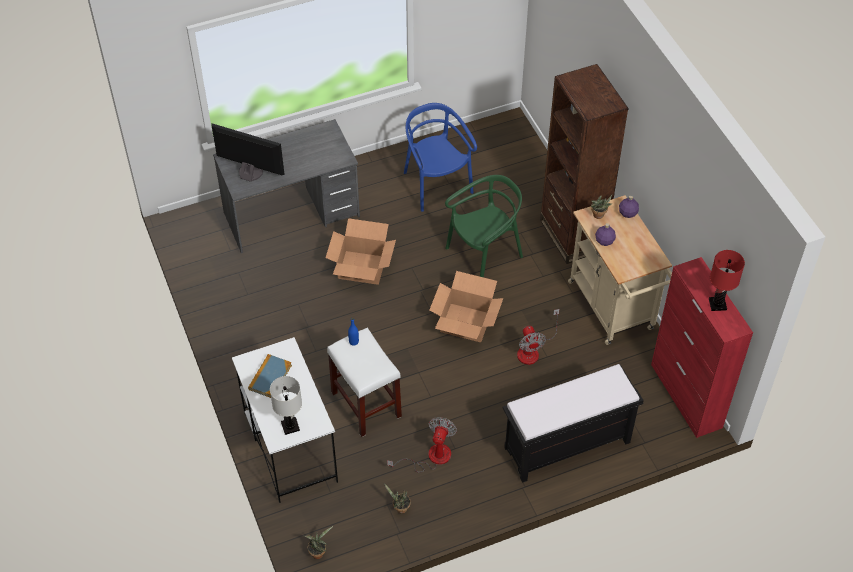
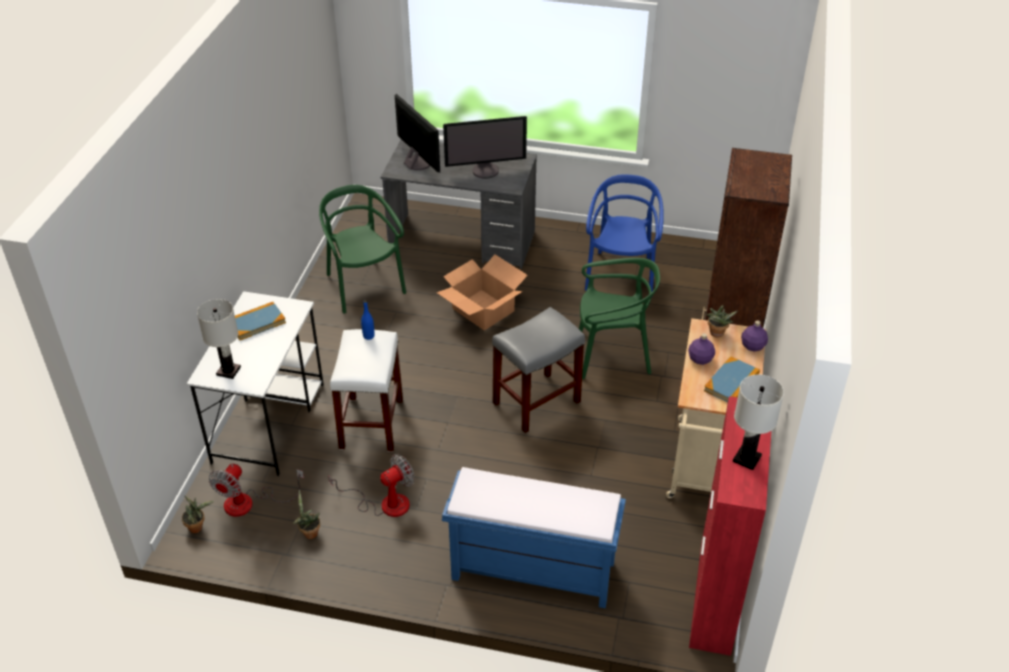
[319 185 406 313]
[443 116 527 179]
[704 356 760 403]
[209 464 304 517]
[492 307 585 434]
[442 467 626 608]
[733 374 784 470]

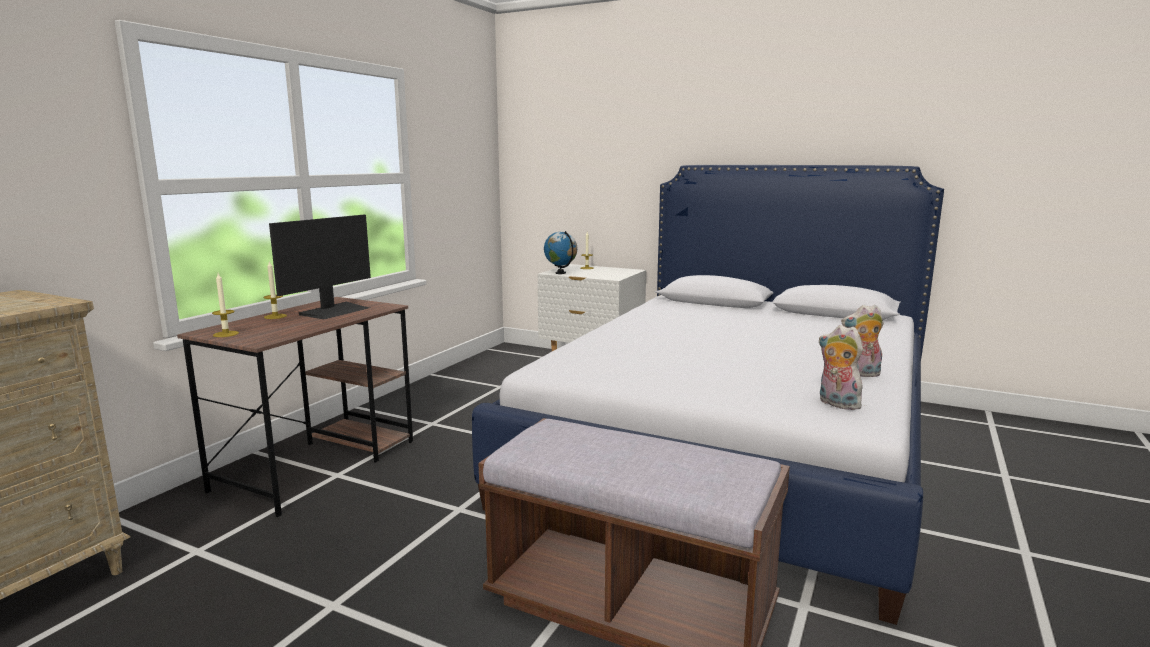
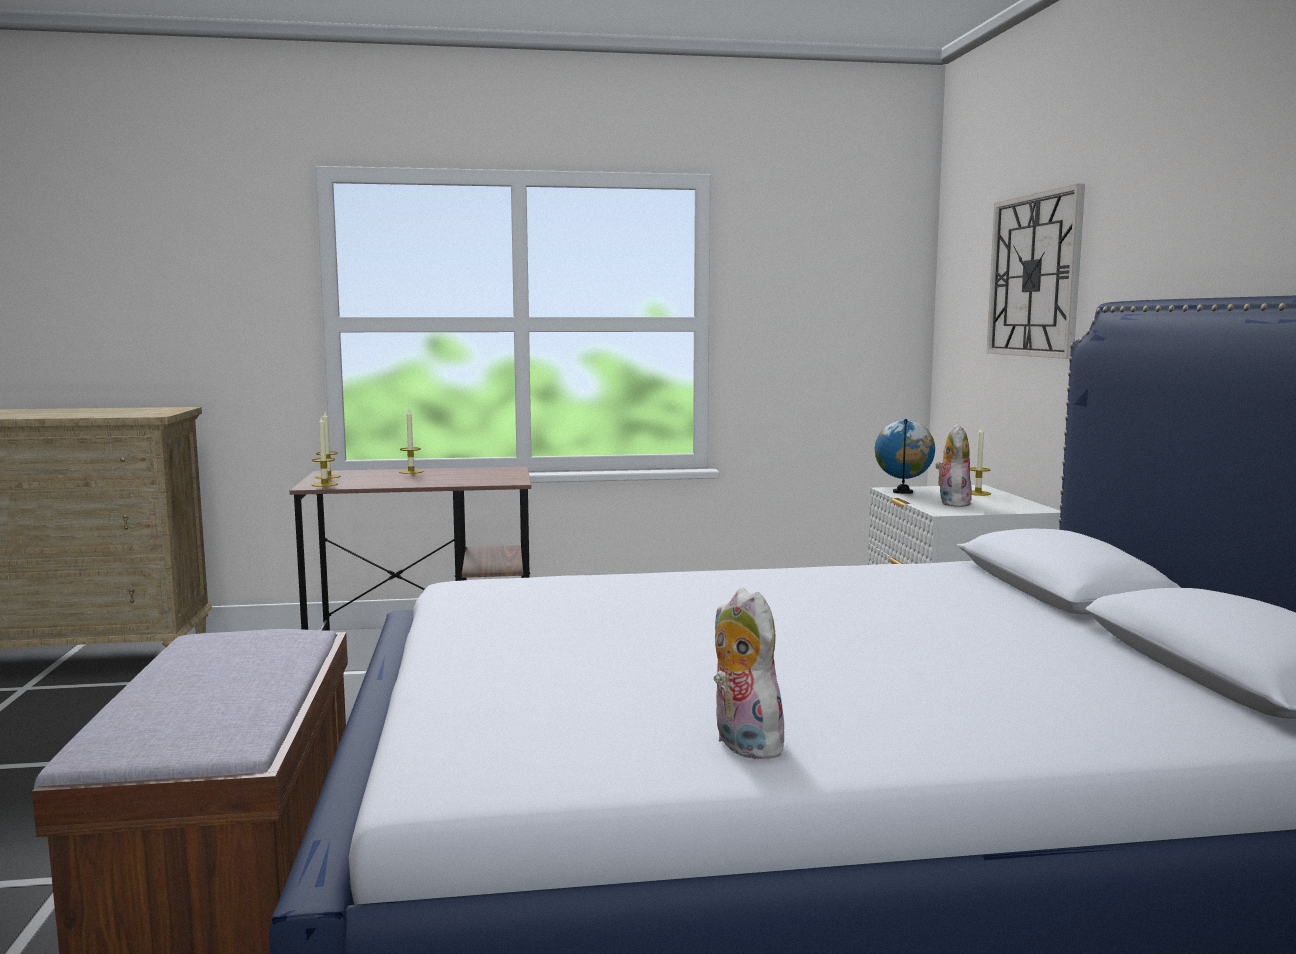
[269 215 371 319] (first image)
[311 415 338 487]
[987 184 1085 359]
[935 424 972 507]

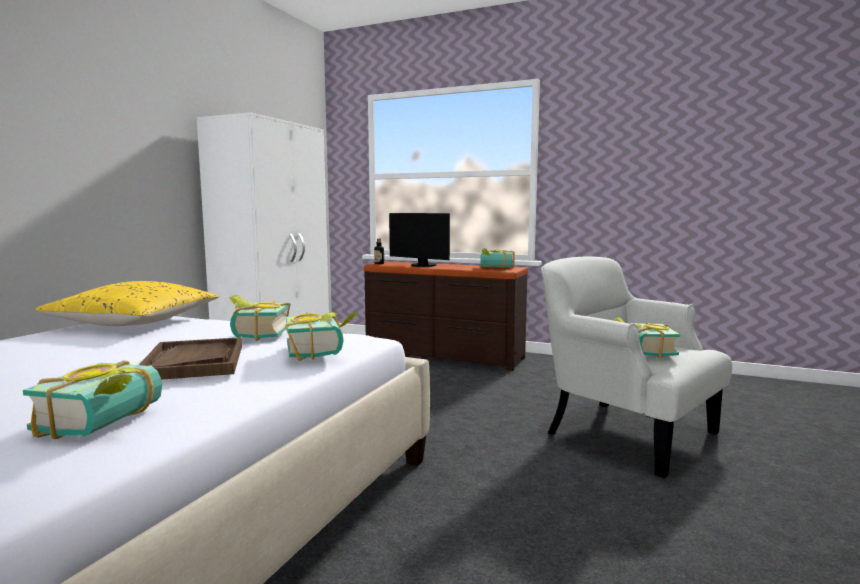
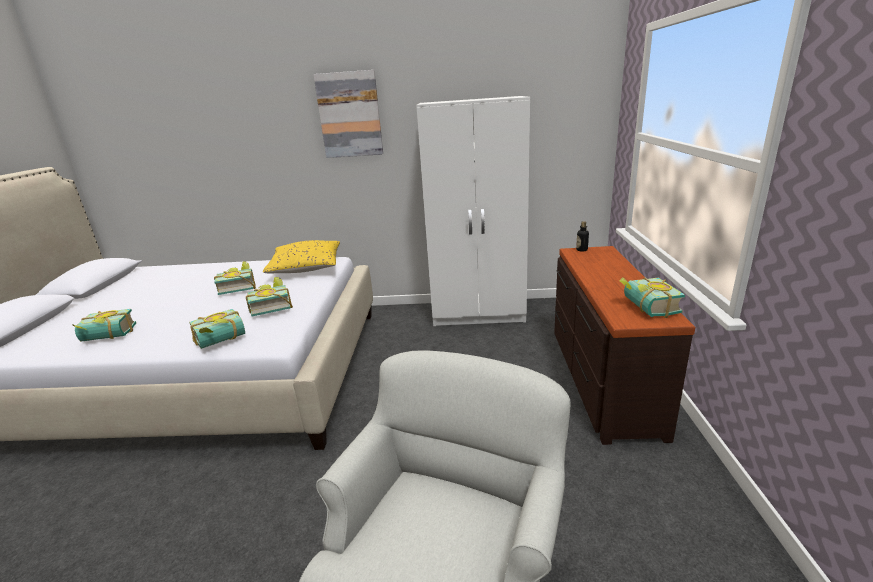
[139 337 242 380] (first image)
[389 213 450 267] (first image)
[313 70 383 158]
[214 261 256 295]

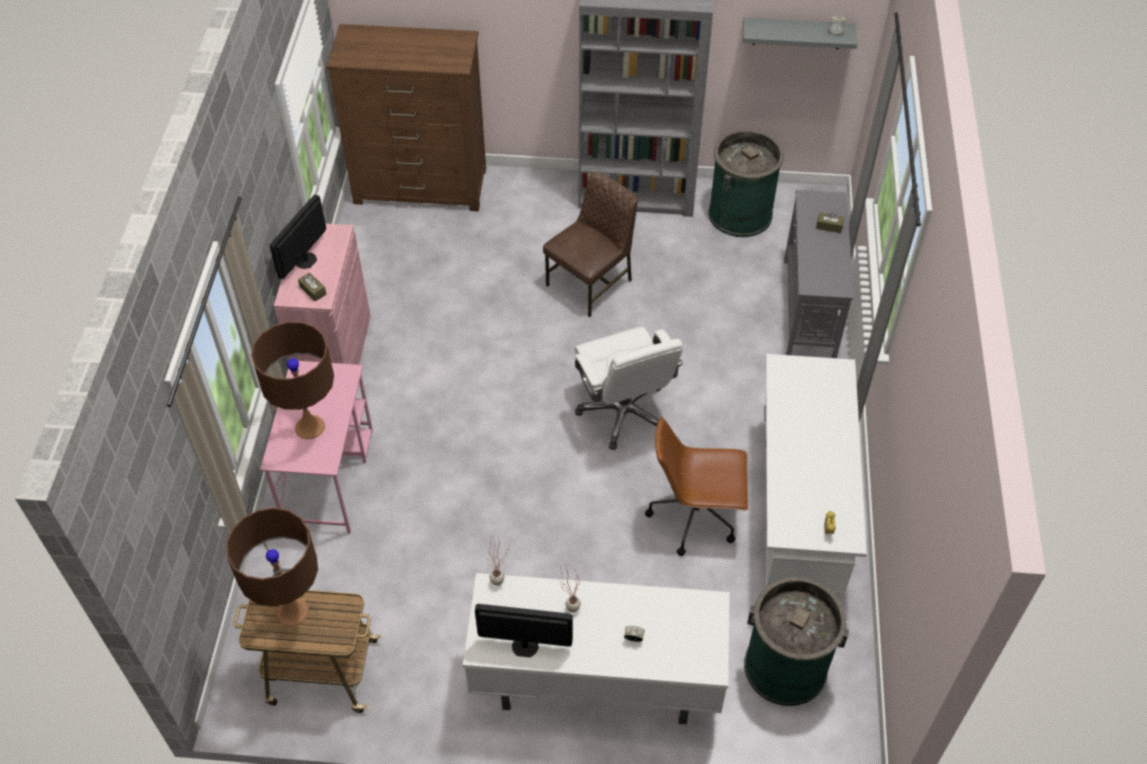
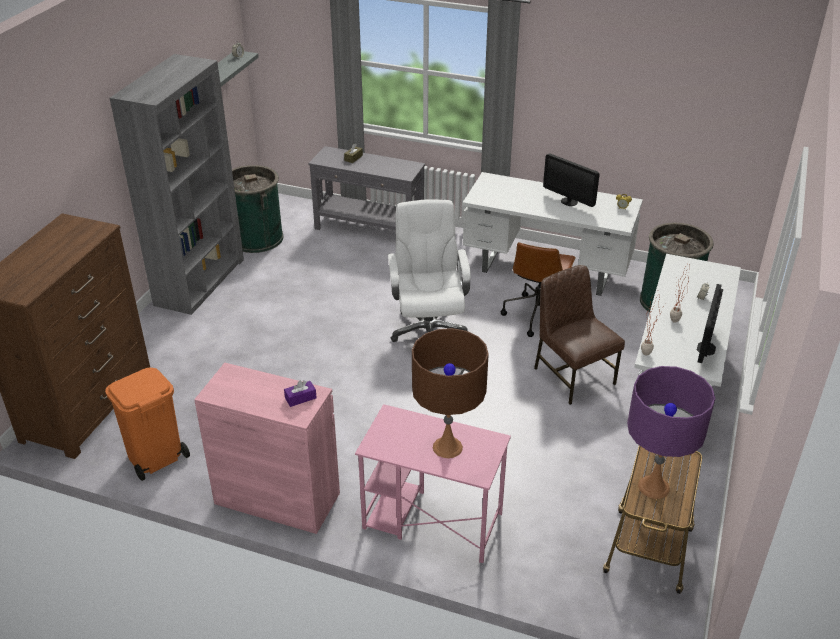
[105 368 190 481]
[543 153 600 207]
[534 265 625 405]
[627 366 715 499]
[284 380 317 407]
[388 200 471 342]

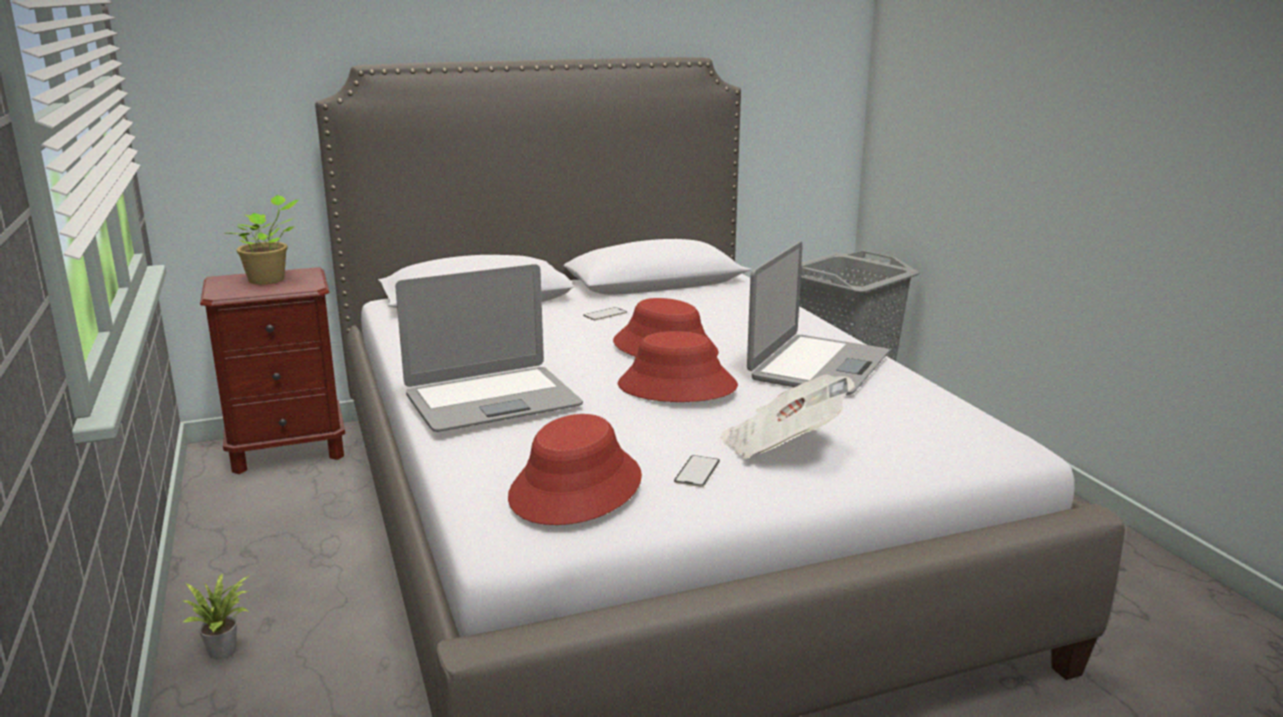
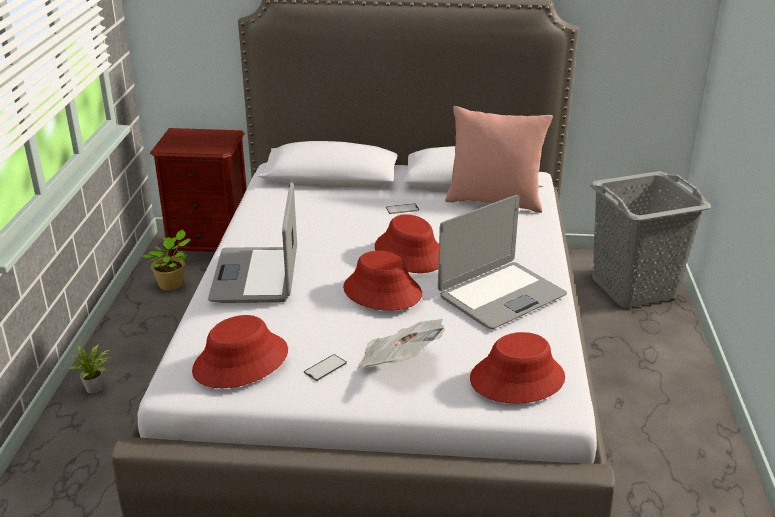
[445 106 553 213]
[470 332 565 404]
[142 230 191 291]
[208 182 297 303]

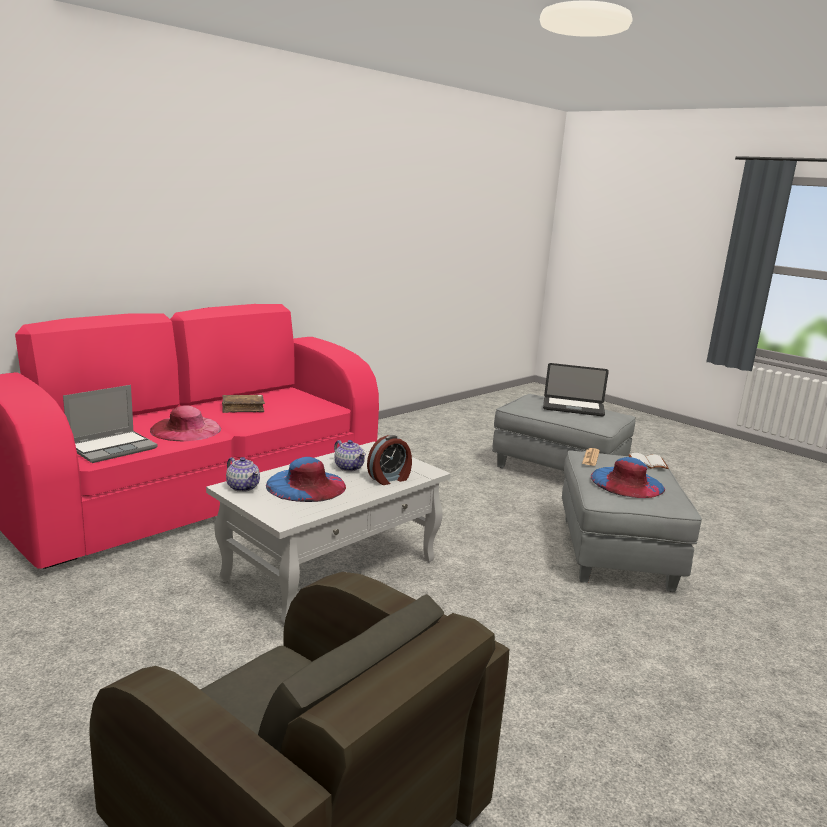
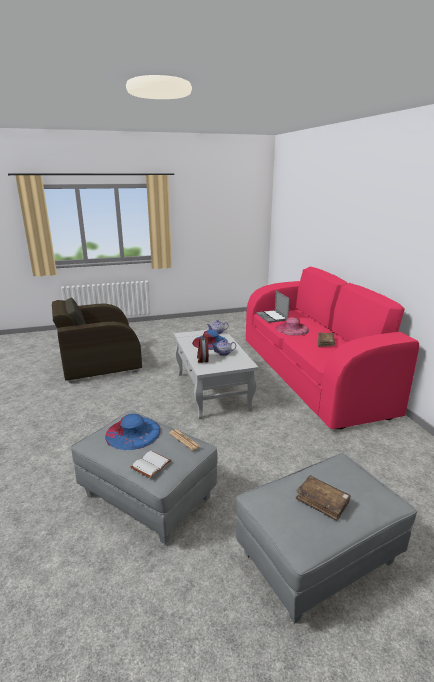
[296 475 350 521]

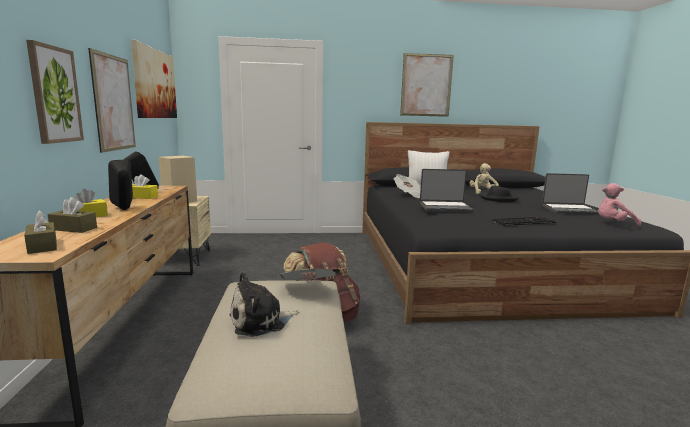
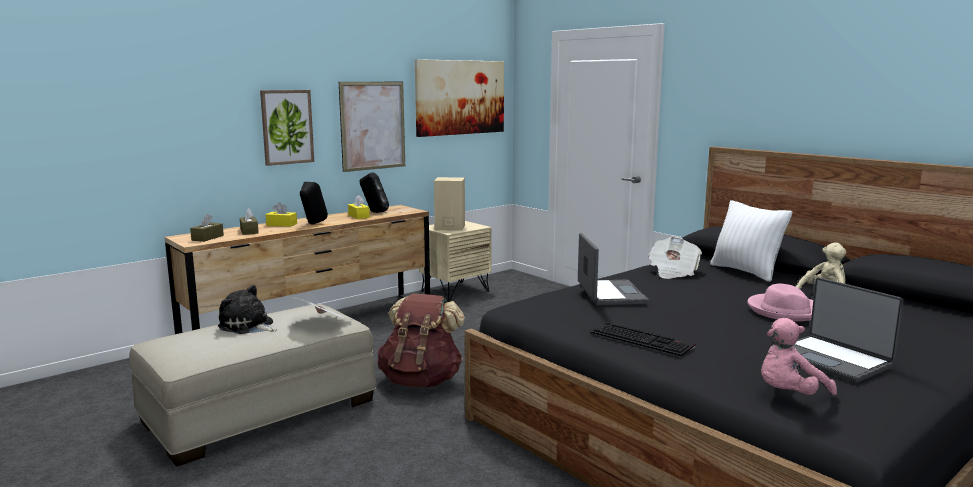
[400 53 454 117] (first image)
[747 284 813 321]
[578 233 649 306]
[761 318 837 395]

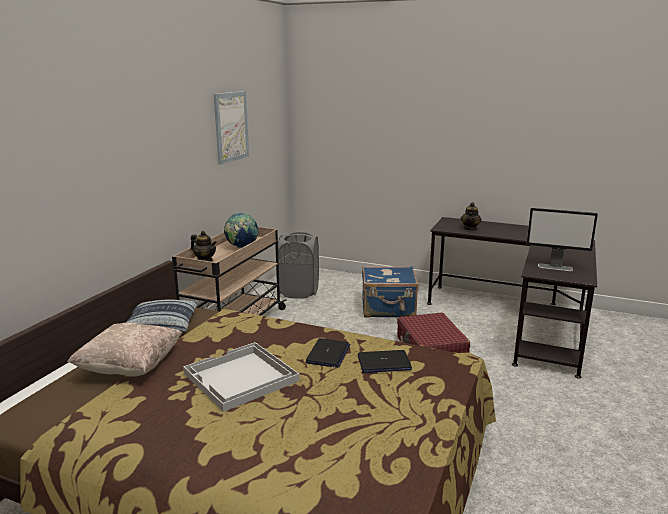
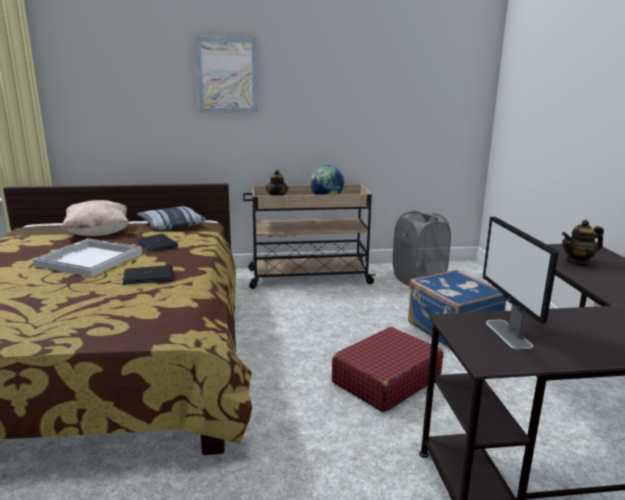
[195 36 258 113]
[136 234 179 252]

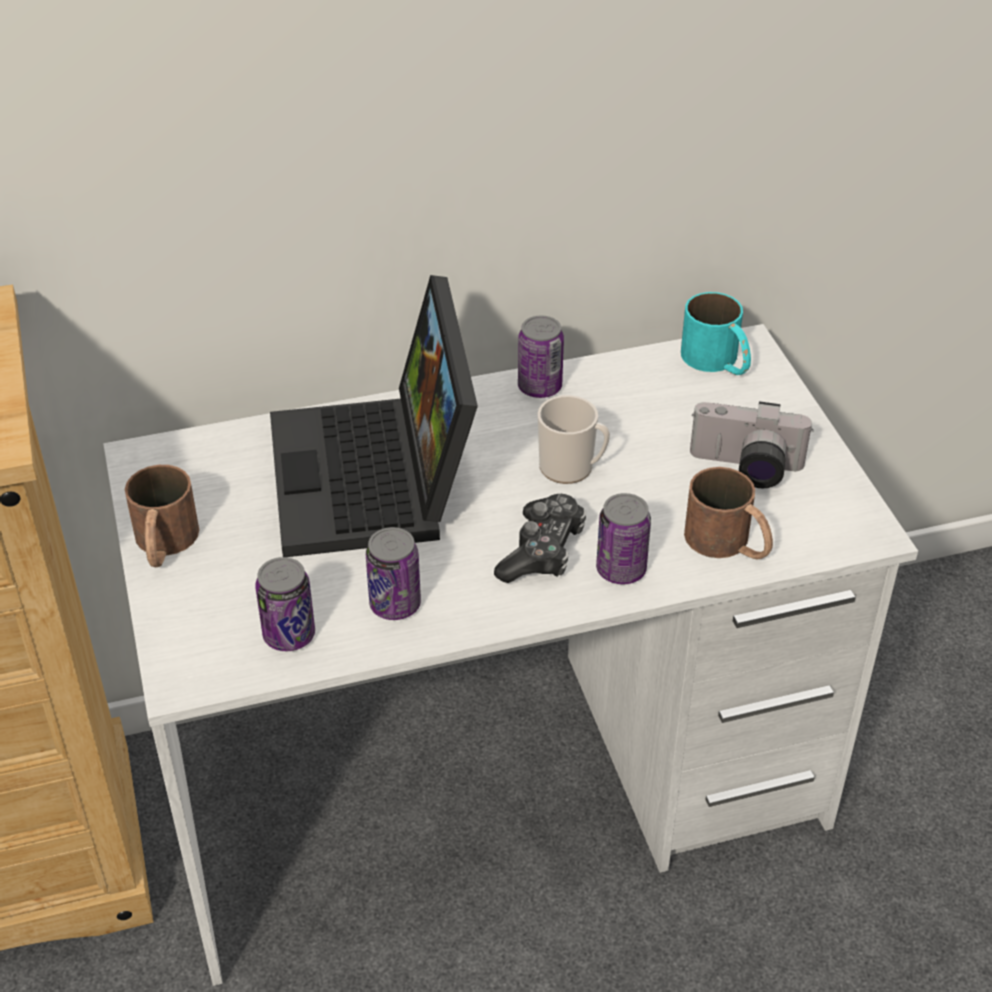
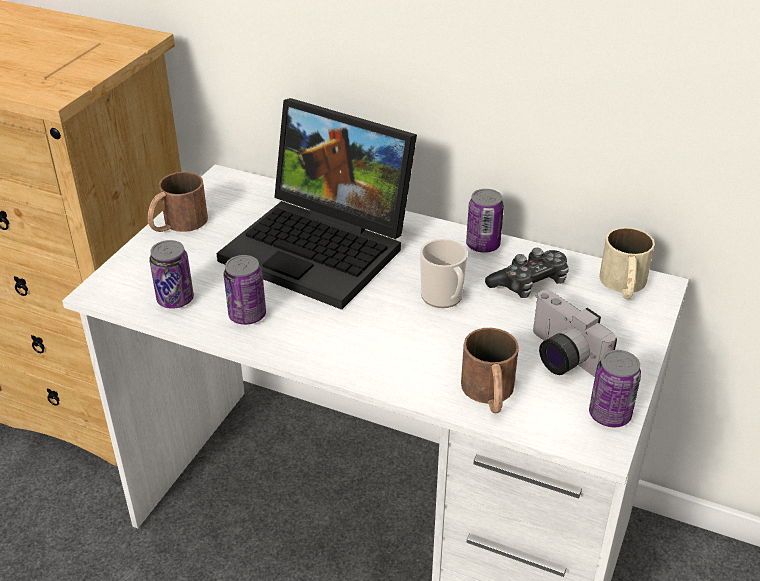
[485 248 569 298]
[589 350 641 427]
[600 227 655 299]
[216 98 417 310]

